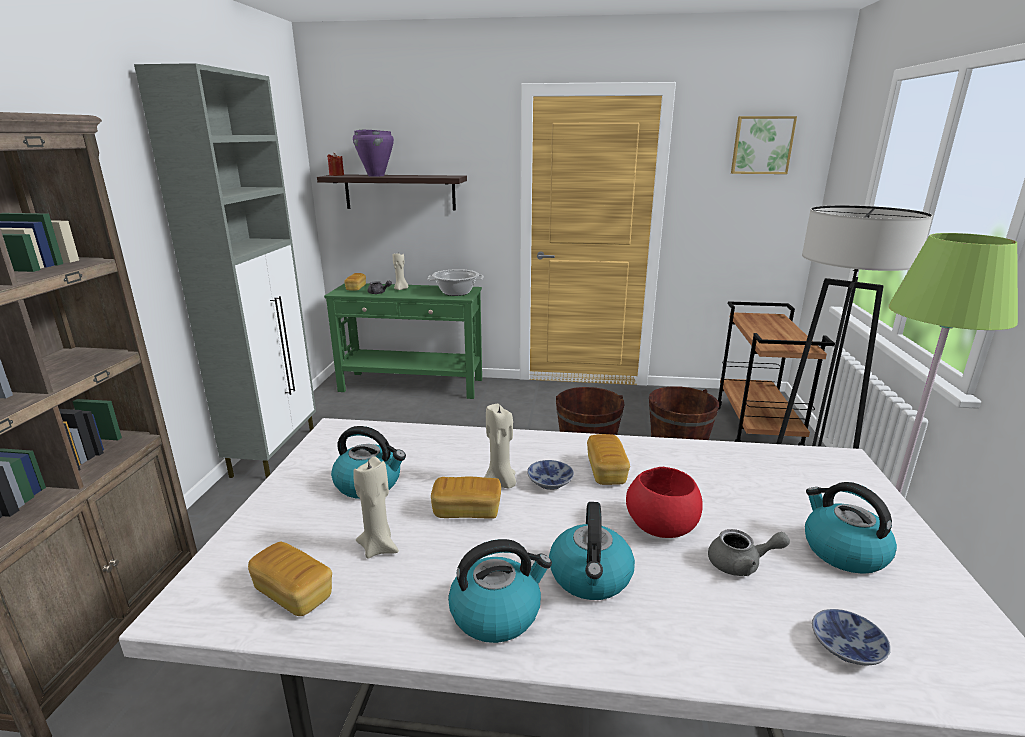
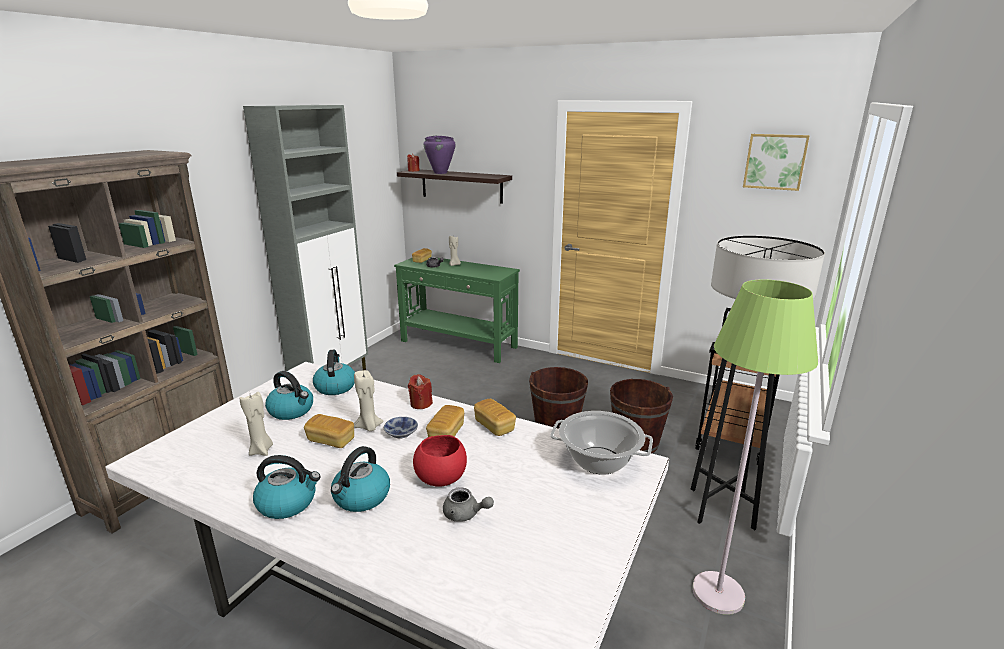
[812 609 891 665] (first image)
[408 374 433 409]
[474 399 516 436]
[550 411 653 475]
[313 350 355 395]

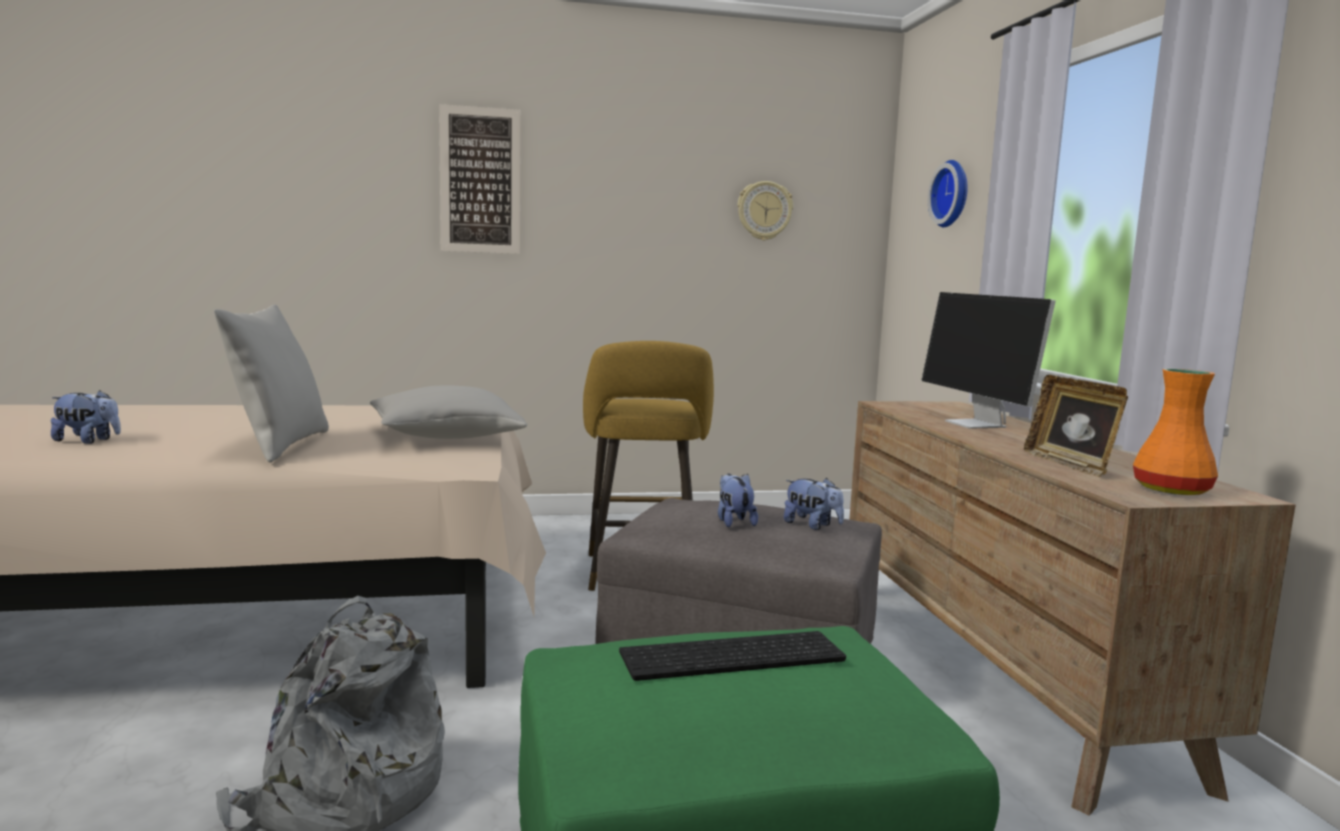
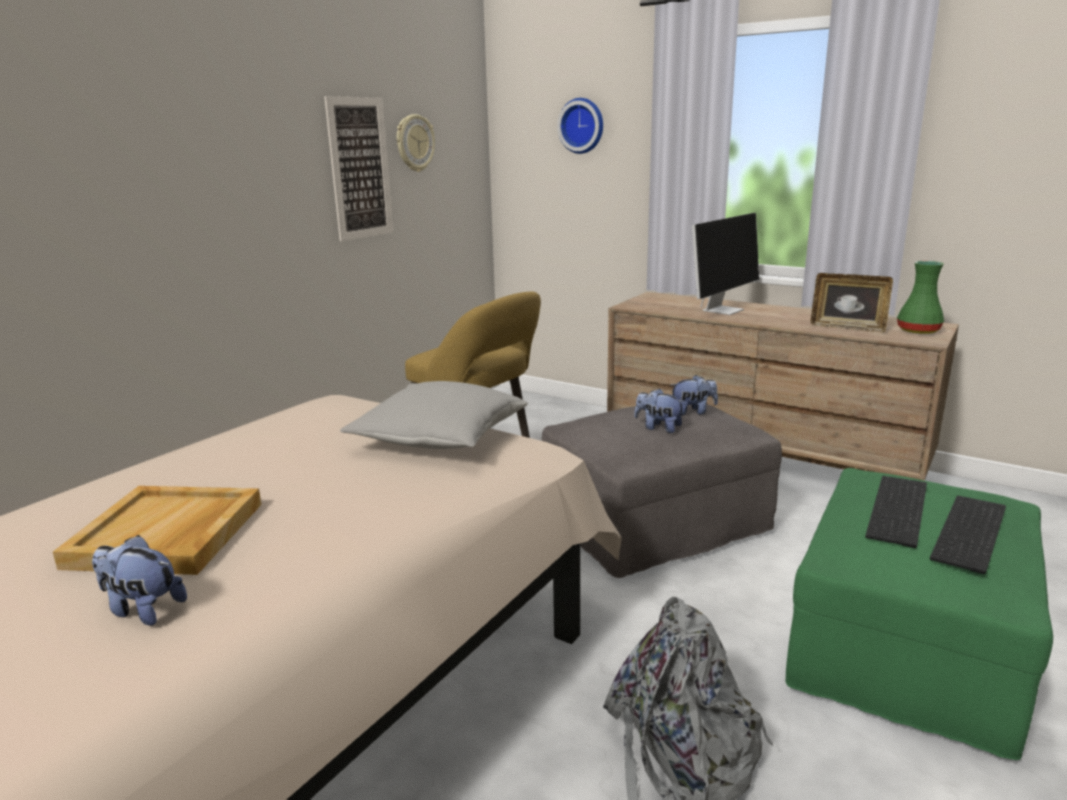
[214 304 329 463] (first image)
[53 486 262 575]
[930 496 1006 574]
[324 96 393 241]
[897 261 944 334]
[92 535 187 626]
[692 213 759 315]

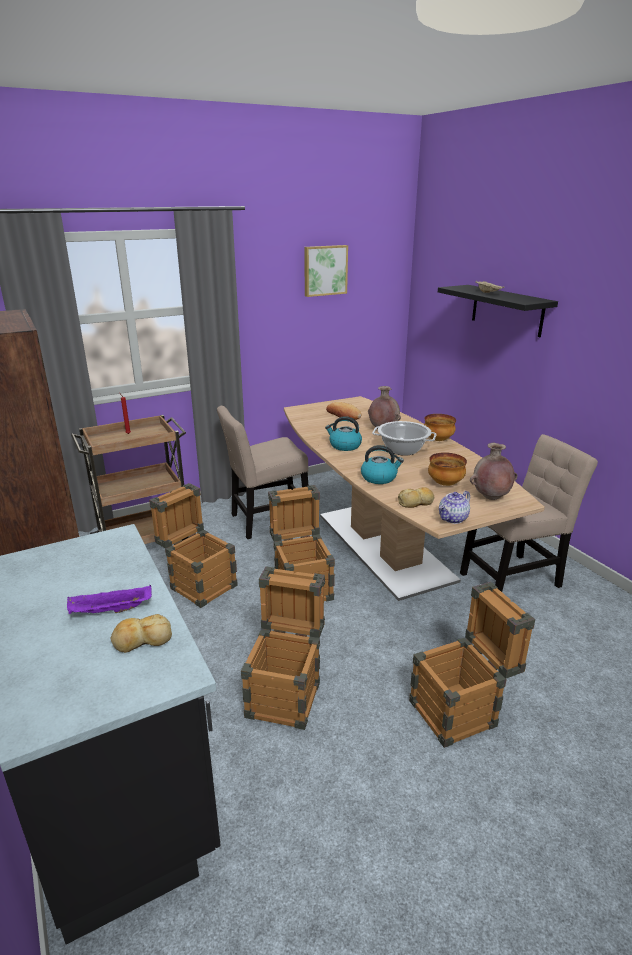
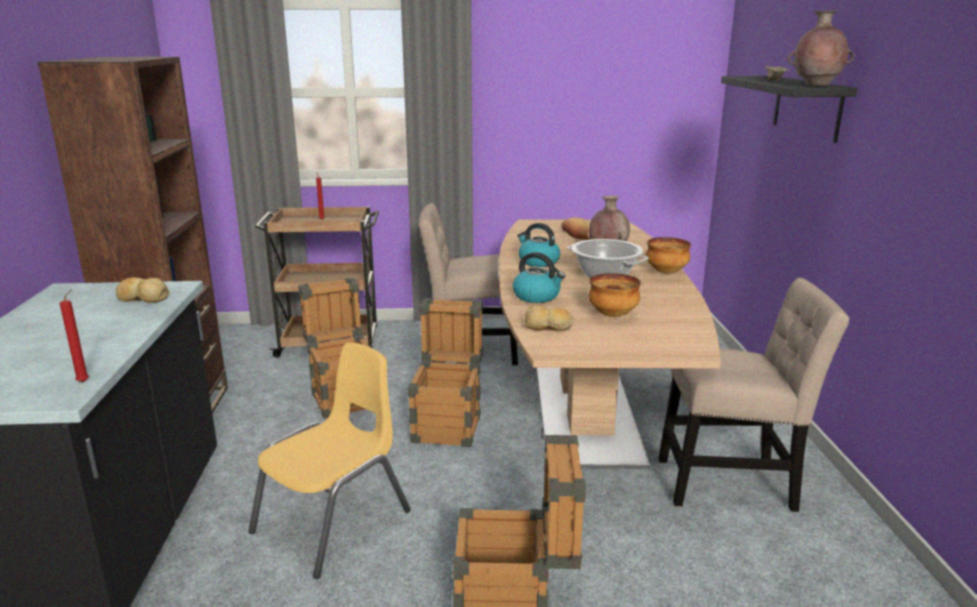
[67 585 152 614] (first image)
[304 245 348 297] (first image)
[439 491 470 524] (first image)
[60 289 89 382]
[116 277 170 303]
[788 11 854 86]
[248 343 411 579]

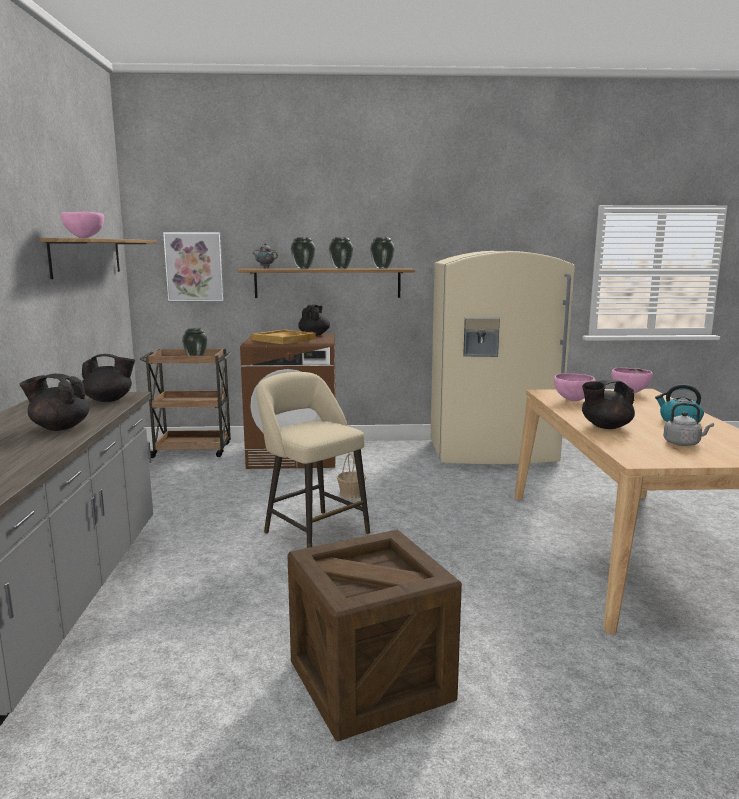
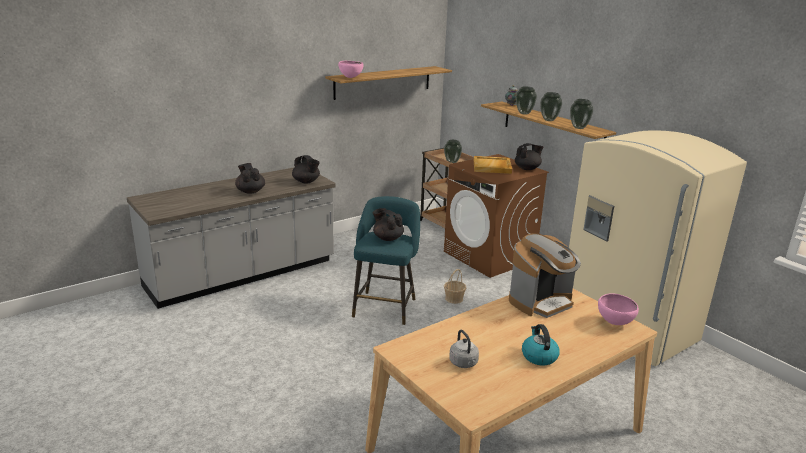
[163 232 224 301] (first image)
[287 530 462 741] (first image)
[373 208 404 241]
[509 233 581 318]
[352 196 420 325]

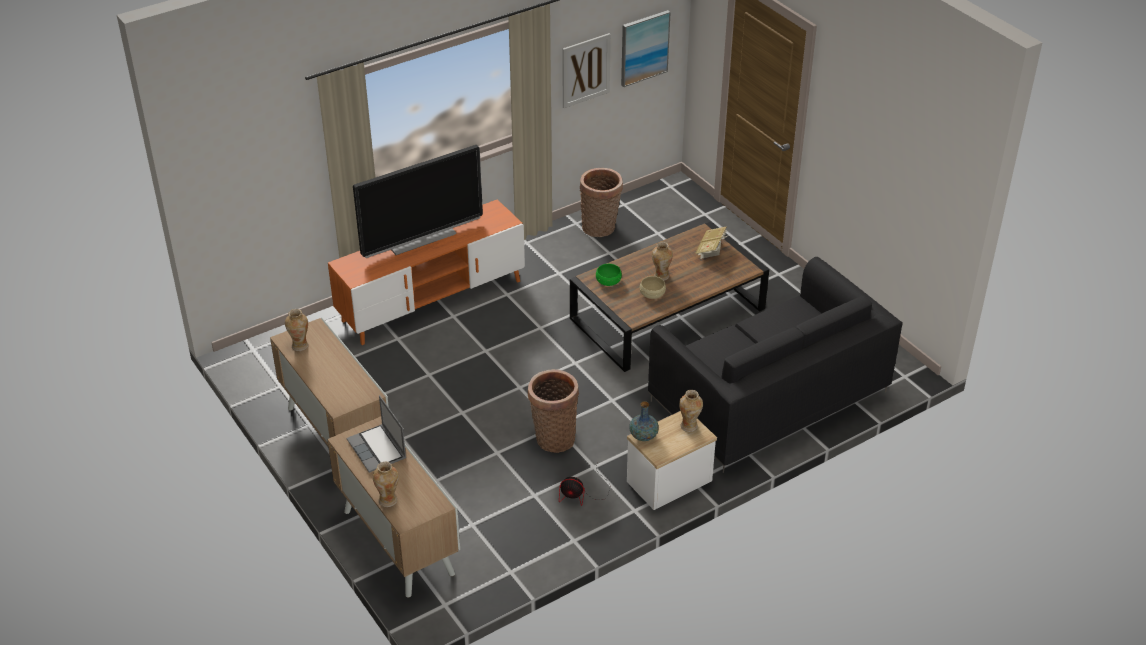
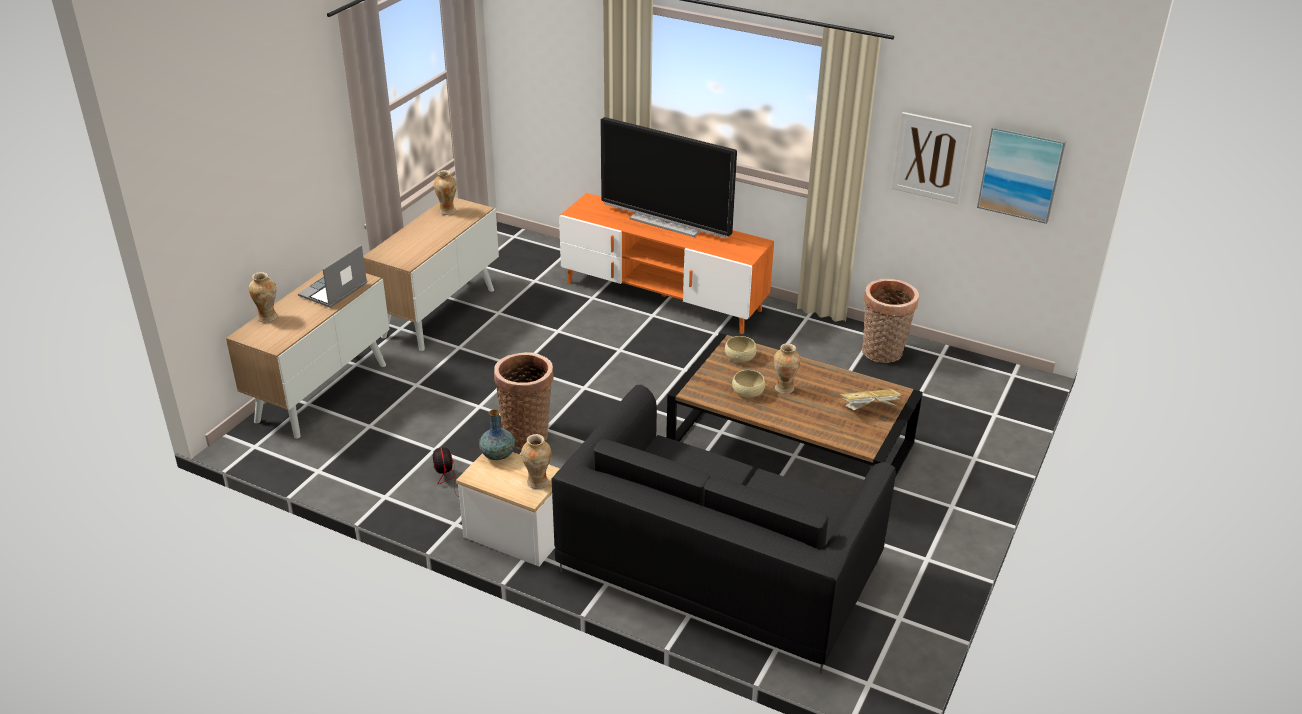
[725 336 757 362]

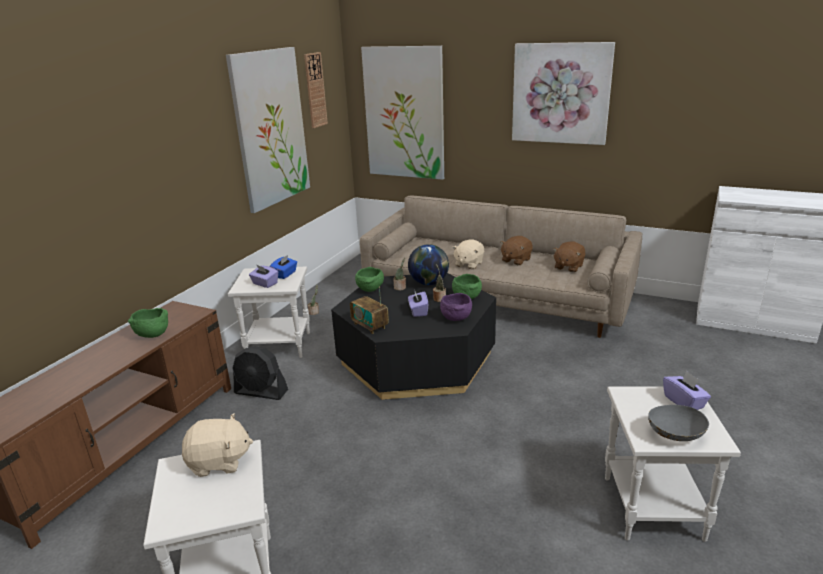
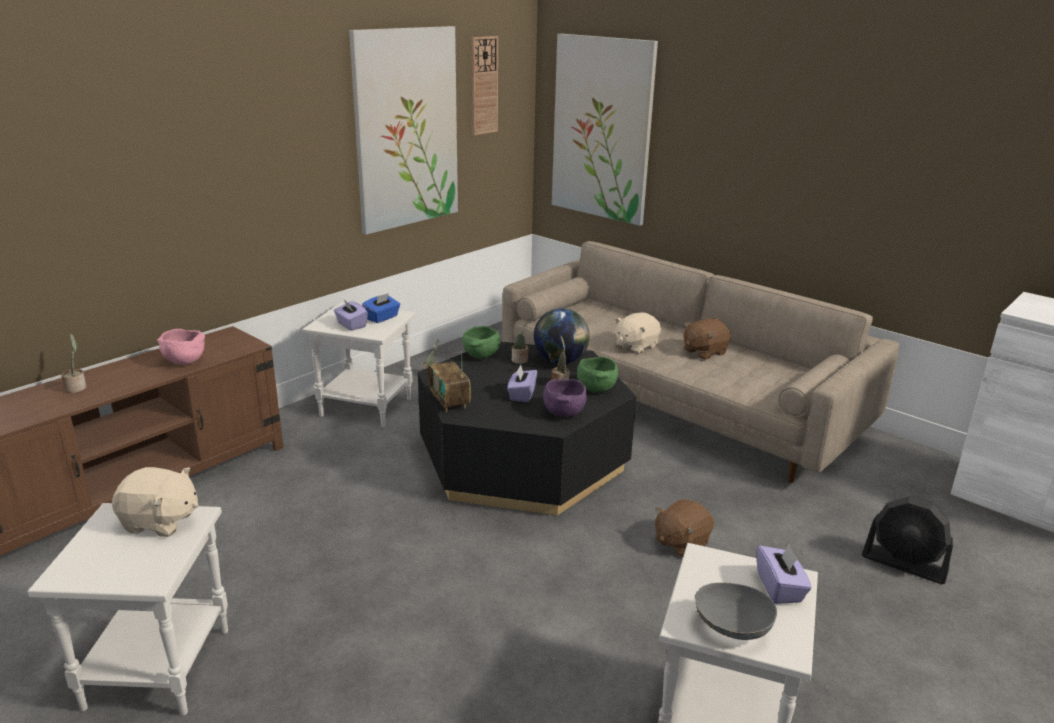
[512 42 615 145] (first image)
[61 334 87 393]
[862 495 953 584]
[655 499 714 558]
[157 329 205 365]

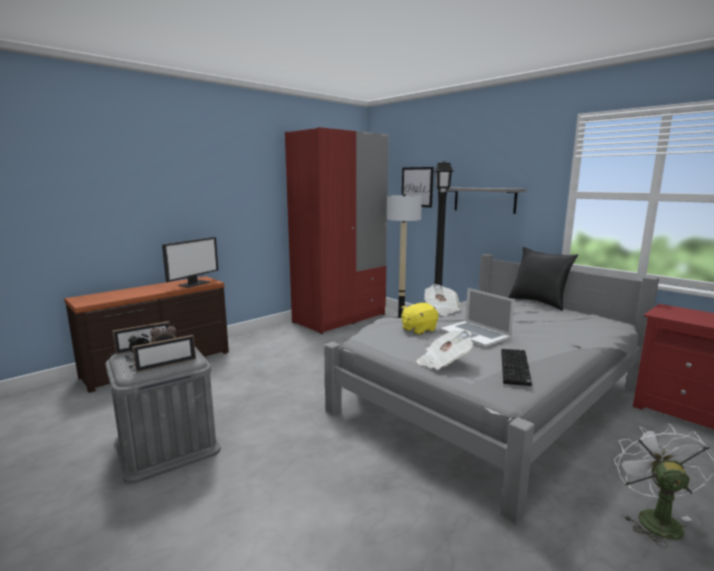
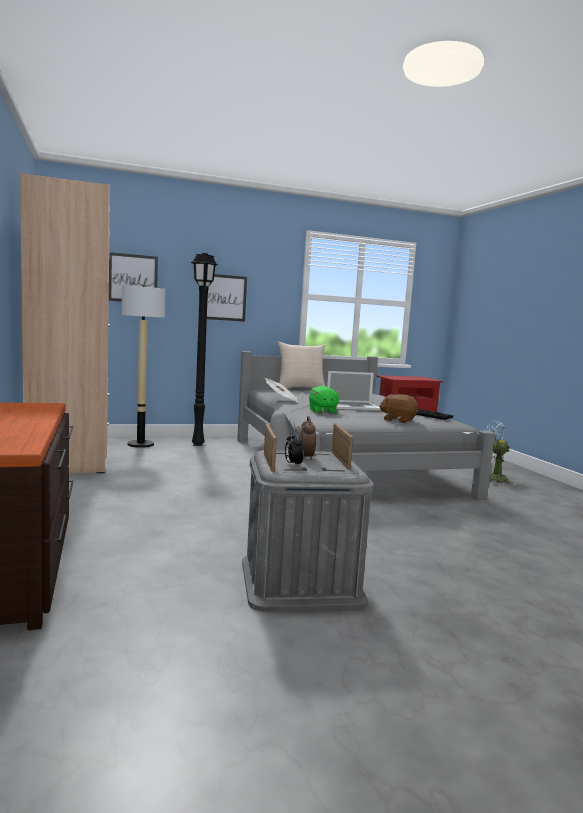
[162 237 218 288] (first image)
[379 394 418 423]
[207 274 247 321]
[20 172 110 473]
[309 386 341 413]
[278 342 325 388]

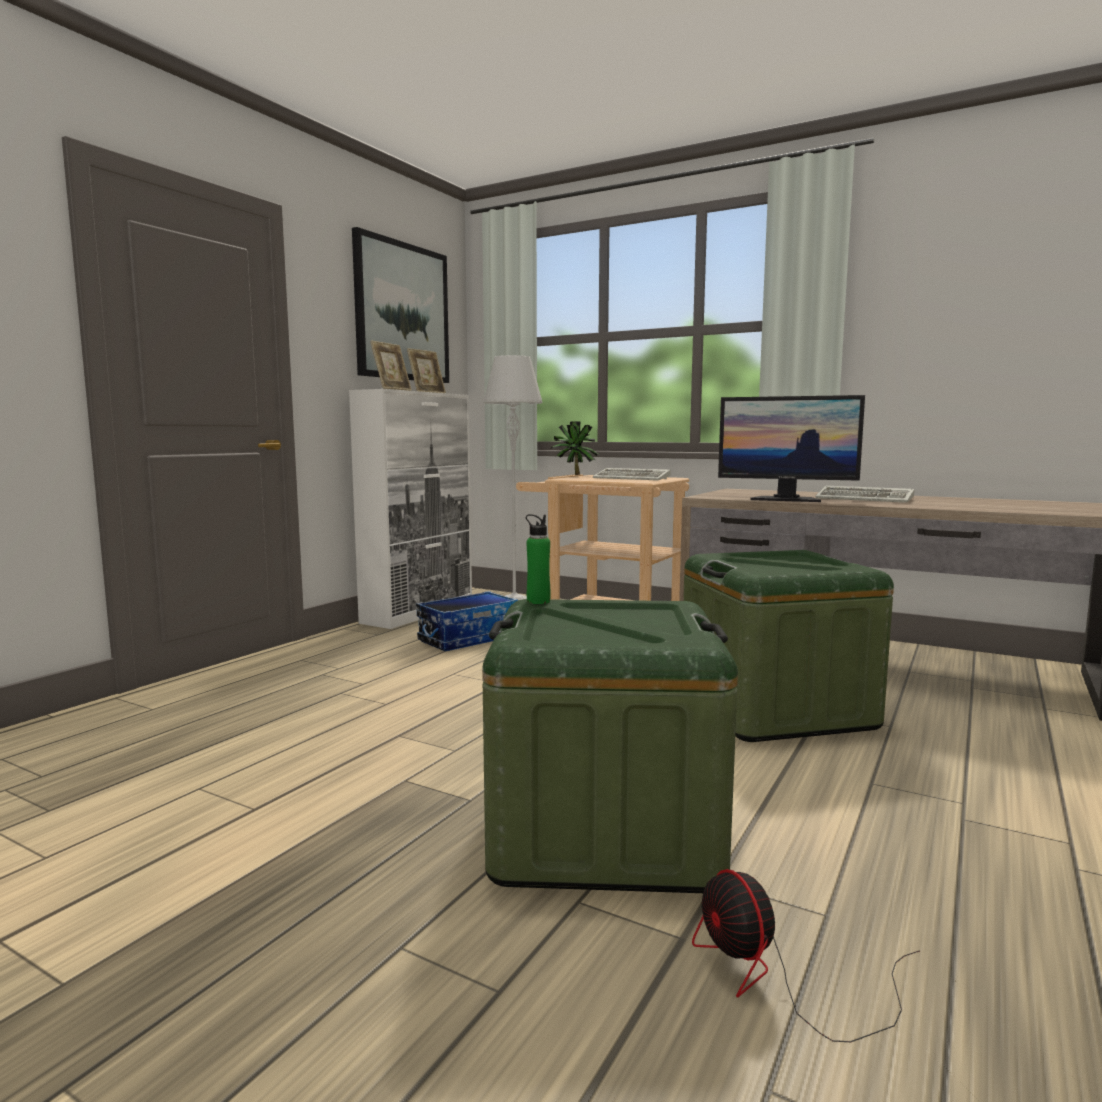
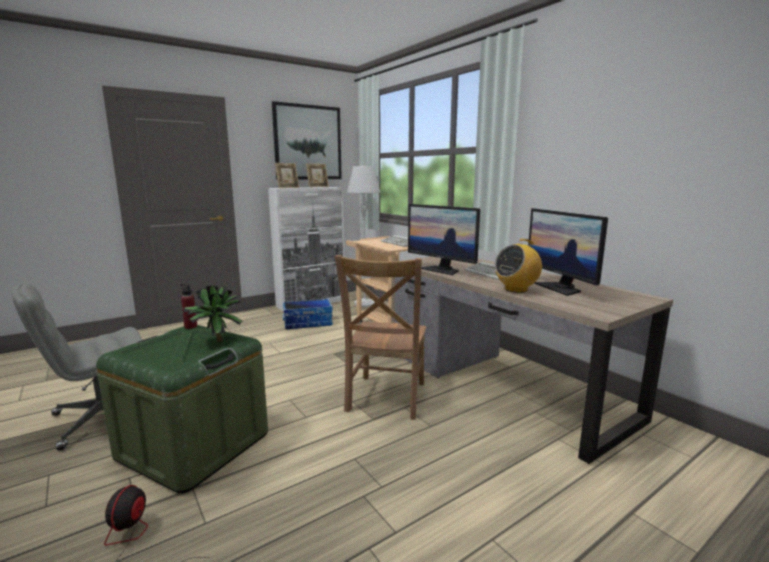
[12 283 143 451]
[495 239 542 293]
[528 208 608 296]
[184 286 244 342]
[335 255 426 420]
[181 284 197 329]

